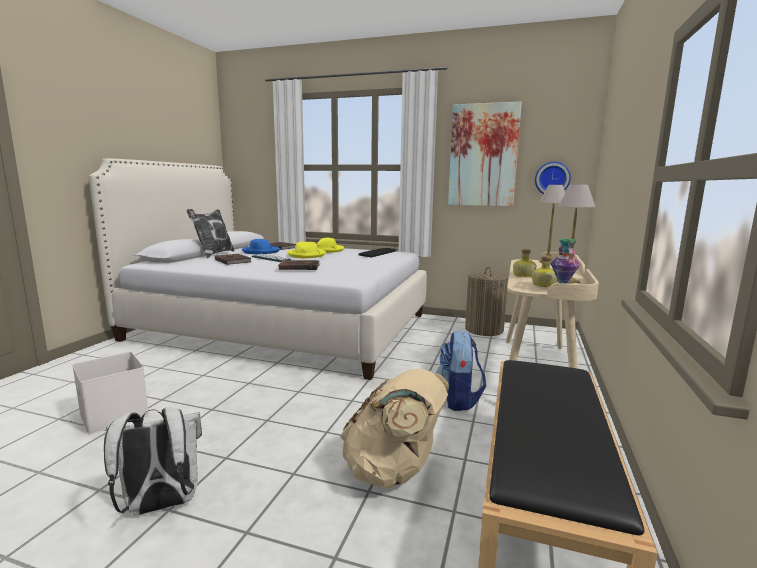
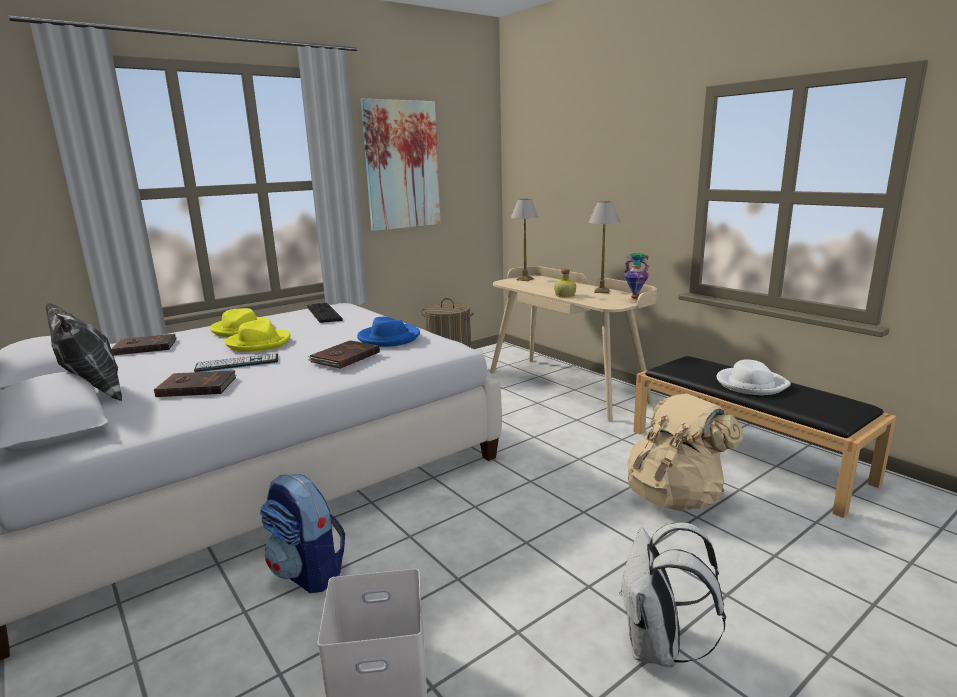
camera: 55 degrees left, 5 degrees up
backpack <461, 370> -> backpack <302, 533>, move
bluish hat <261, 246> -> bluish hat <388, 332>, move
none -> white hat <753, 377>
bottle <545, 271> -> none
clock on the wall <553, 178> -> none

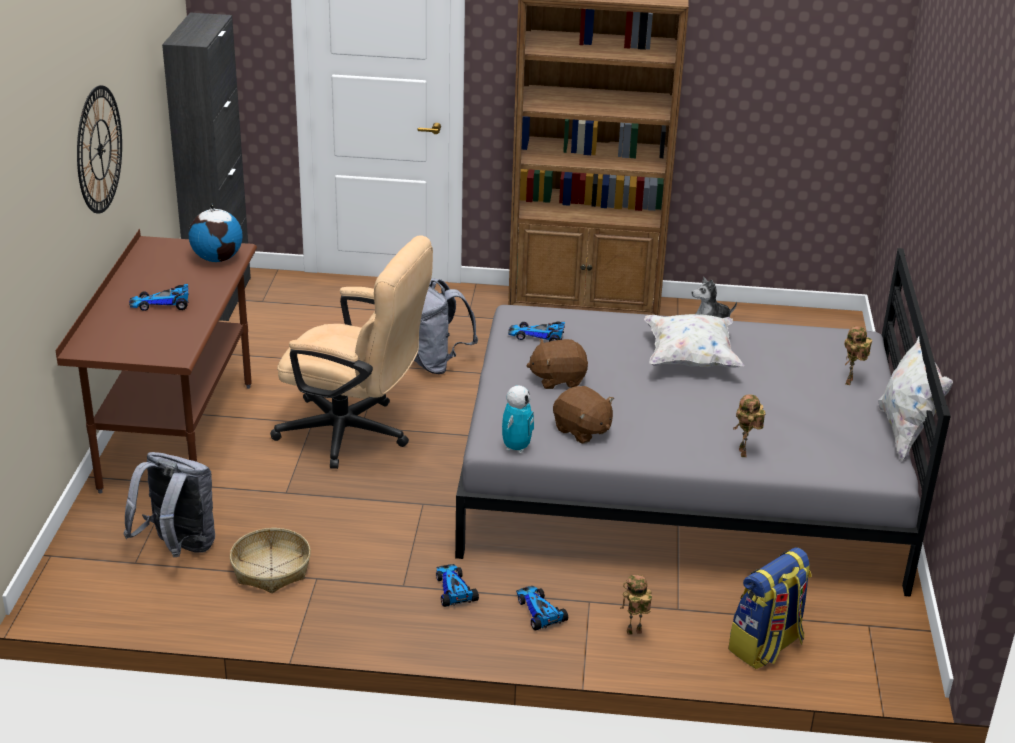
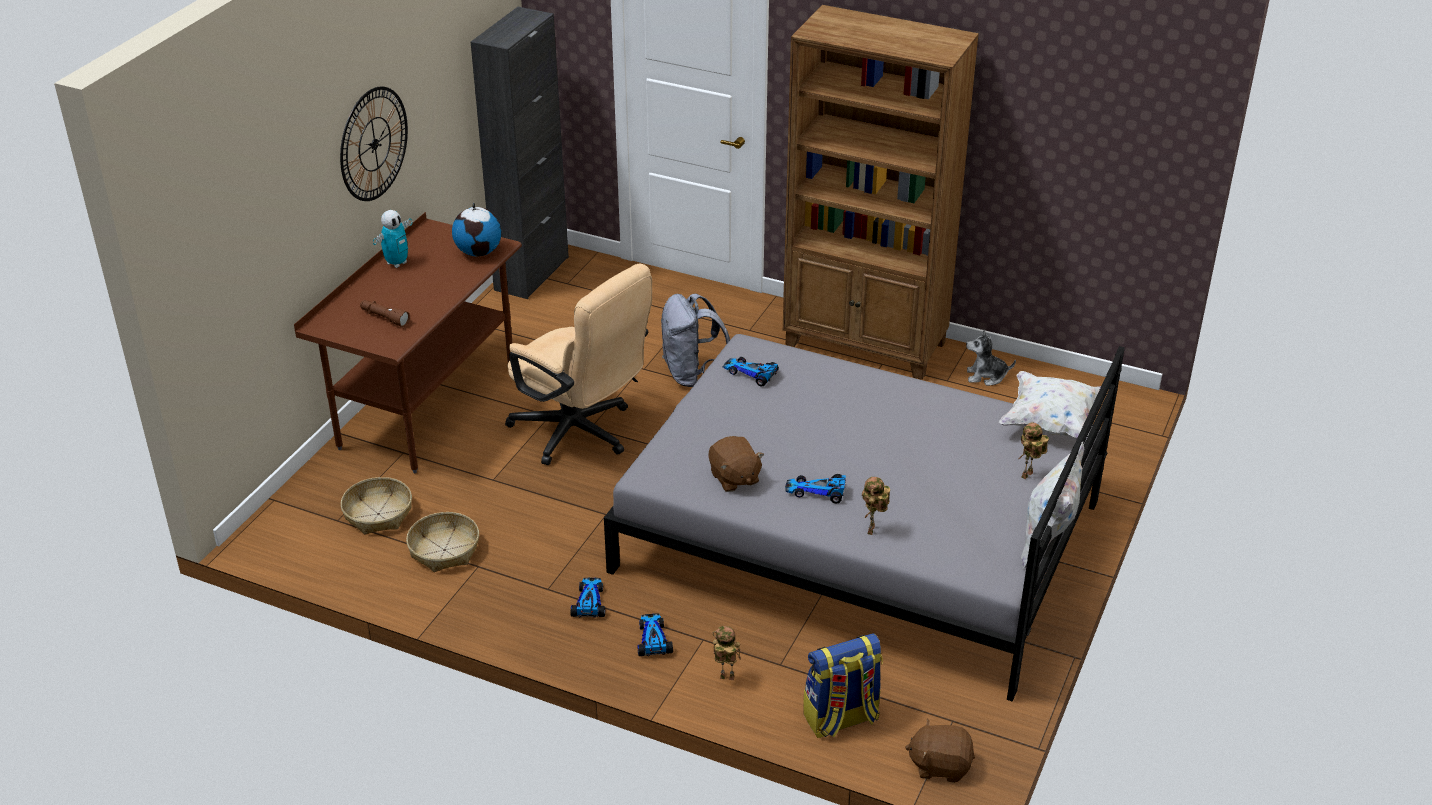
camera: 20 degrees right, 5 degrees up
greyish backpack <169, 504> -> basket <376, 506>
none -> brown torch <385, 313>
toy robot <518, 420> -> toy robot <392, 239>, move
model car <159, 297> -> model car <815, 488>, move
brown soft toy <557, 364> -> brown soft toy <940, 750>, move
white throw pillow <694, 341> -> white throw pillow <1050, 406>, move

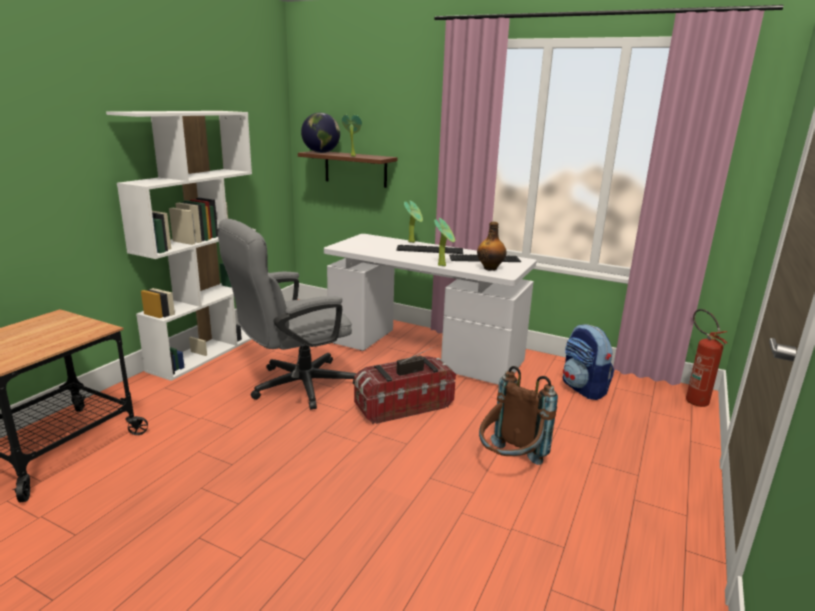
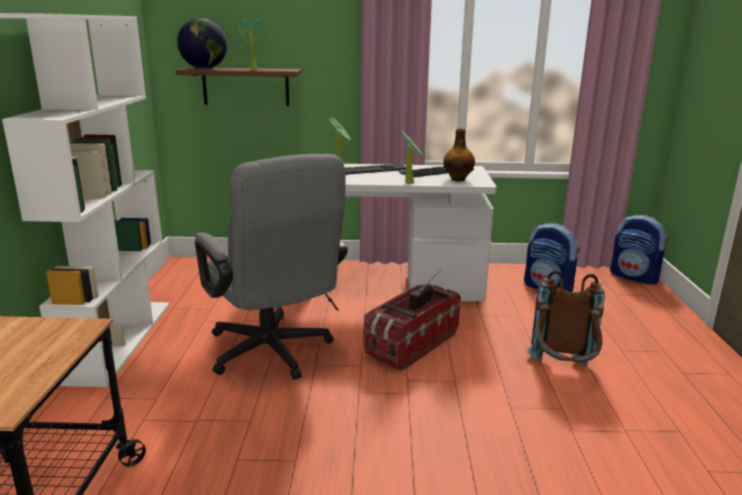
camera: 25 degrees left, 0 degrees up
greyish computer chair <287, 314> -> greyish computer chair <271, 267>, 60 degrees counterclockwise
extinguisher <706, 358> -> backpack <639, 250>

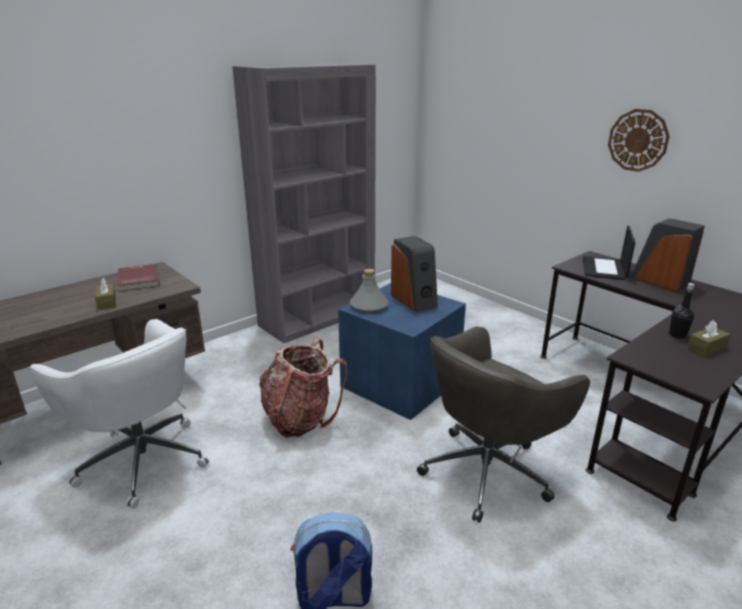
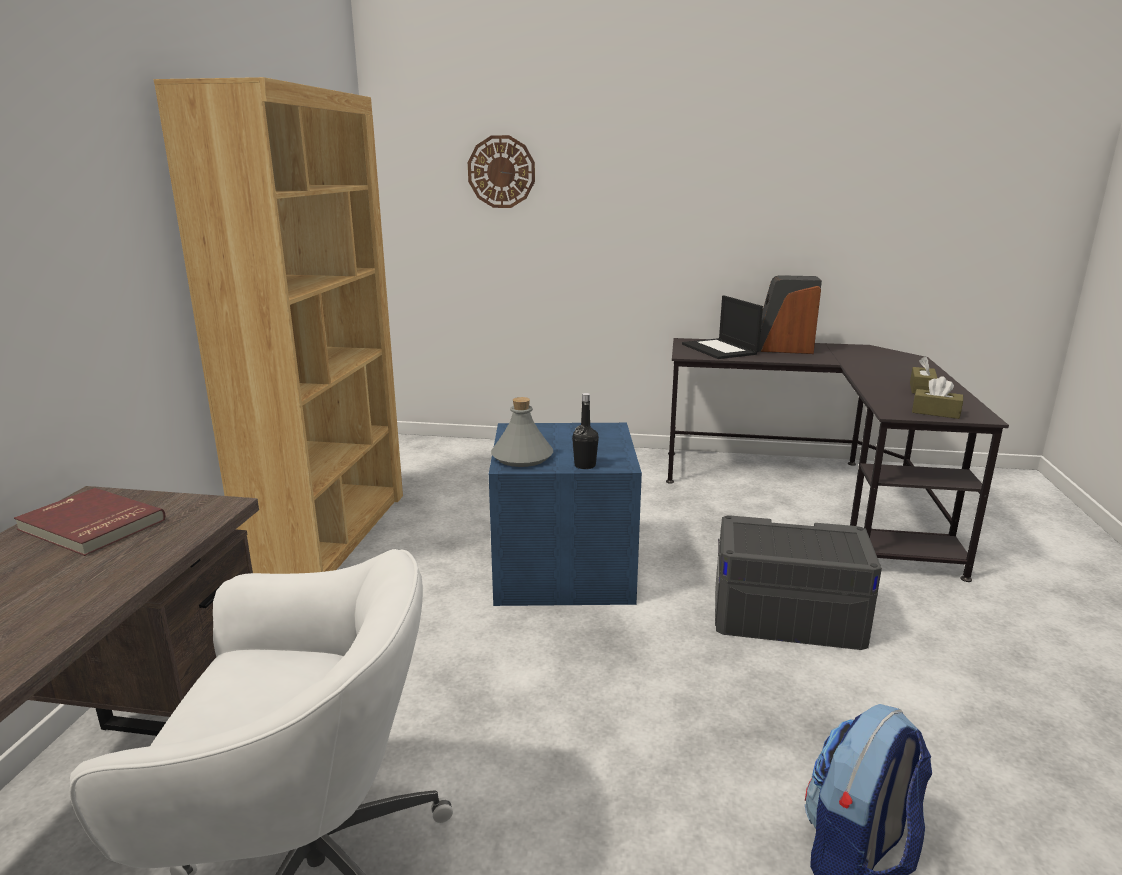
camera: 40 degrees left, 5 degrees down
greyish bookshelf <304, 203> -> brown bookshelf <278, 325>
clock on the wall <639, 140> -> clock on the wall <501, 171>, move
blackish bottle <682, 311> -> blackish bottle <585, 431>, move
greyish computer chair <503, 424> -> greyish storage container <798, 582>
brown tissue holder <105, 293> -> brown tissue holder <937, 397>, move
backpack <303, 388> -> none
audio speaker <414, 274> -> none

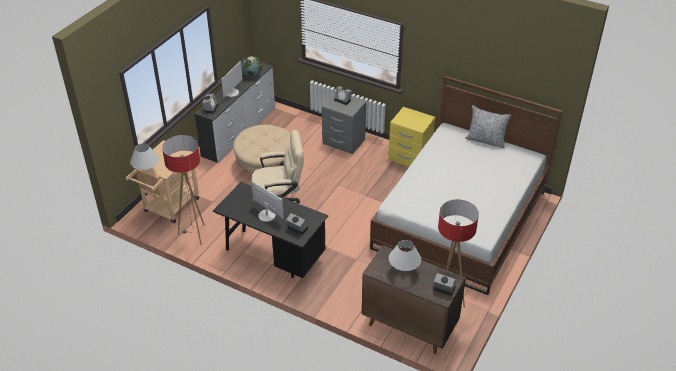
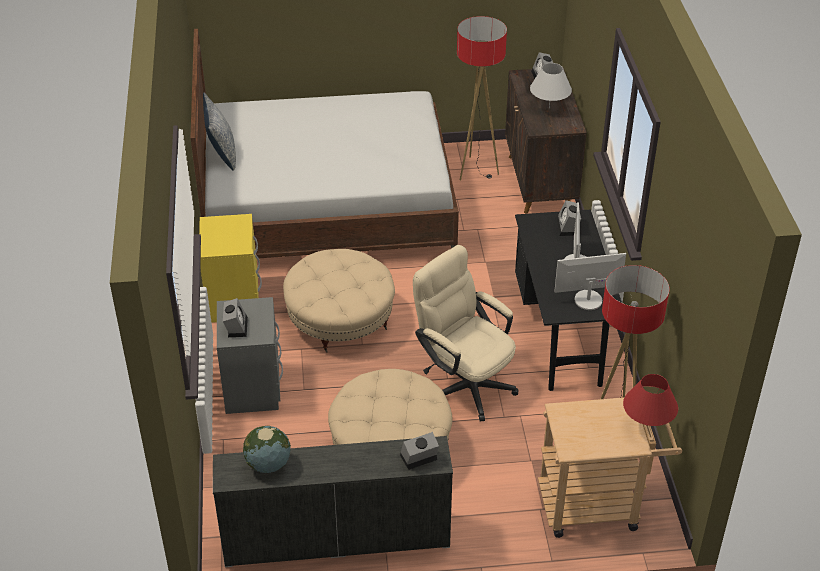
camera: 125 degrees left, 0 degrees up
none -> beige footrest <339, 301>
computer screen <232, 79> -> computer screen <590, 281>, move
white table lamp <144, 156> -> reddish table lamp <650, 400>

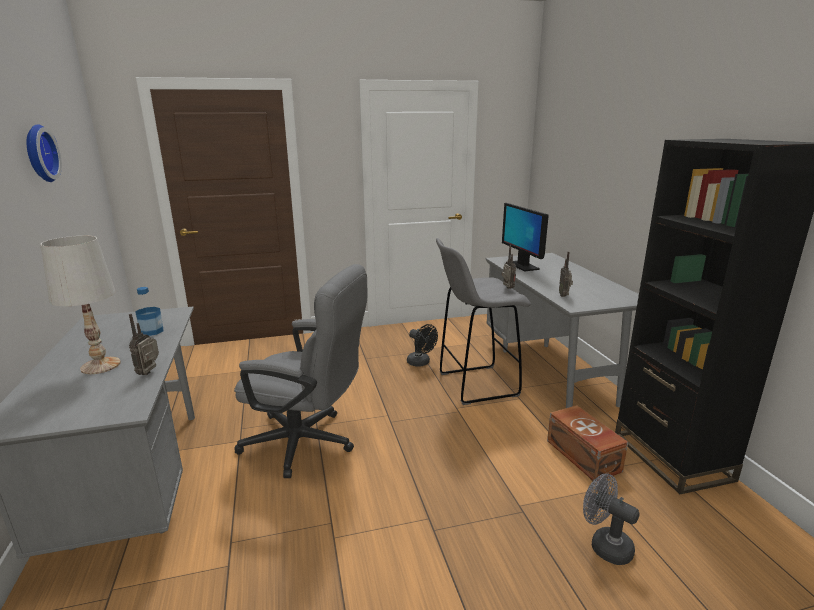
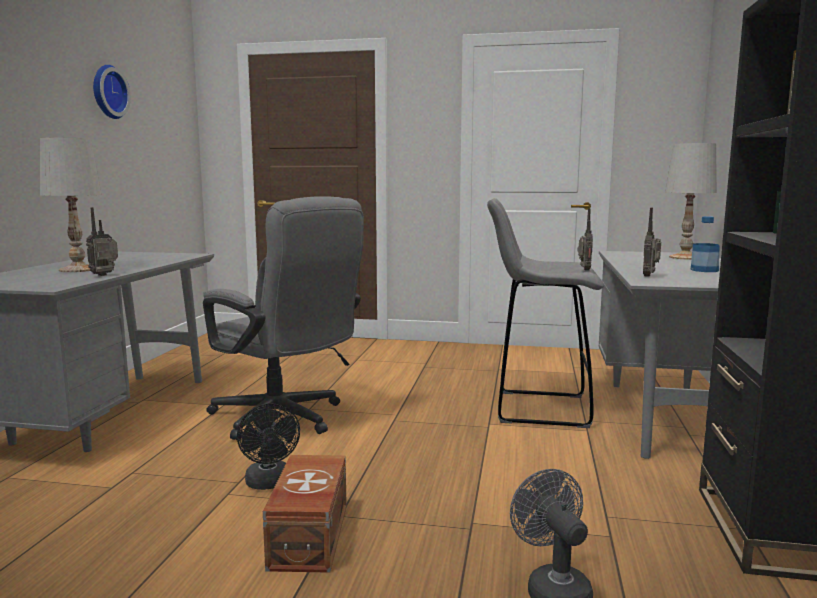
camera: 25 degrees right, 10 degrees down
blackish fan <422, 345> -> blackish fan <268, 446>, move
brown storage container <587, 443> -> brown storage container <305, 514>, move
none -> white table lamp <691, 201>
bottle <149, 311> -> bottle <705, 244>, move
computer screen <525, 237> -> none

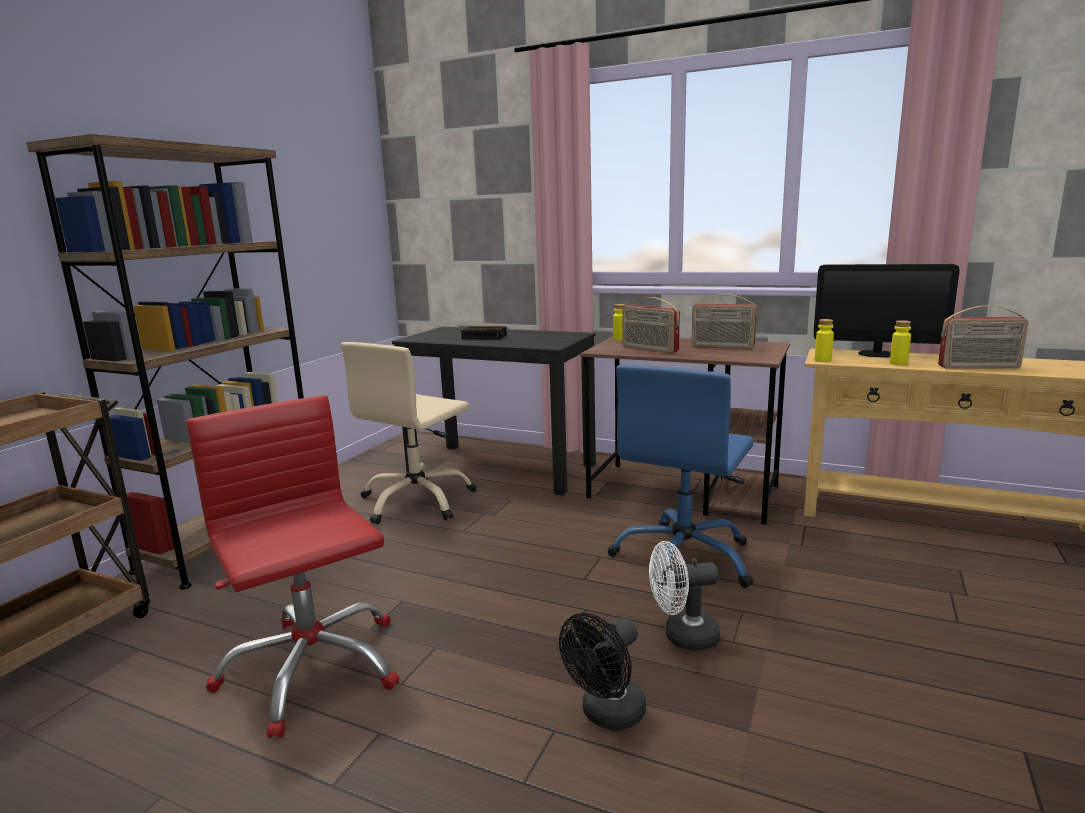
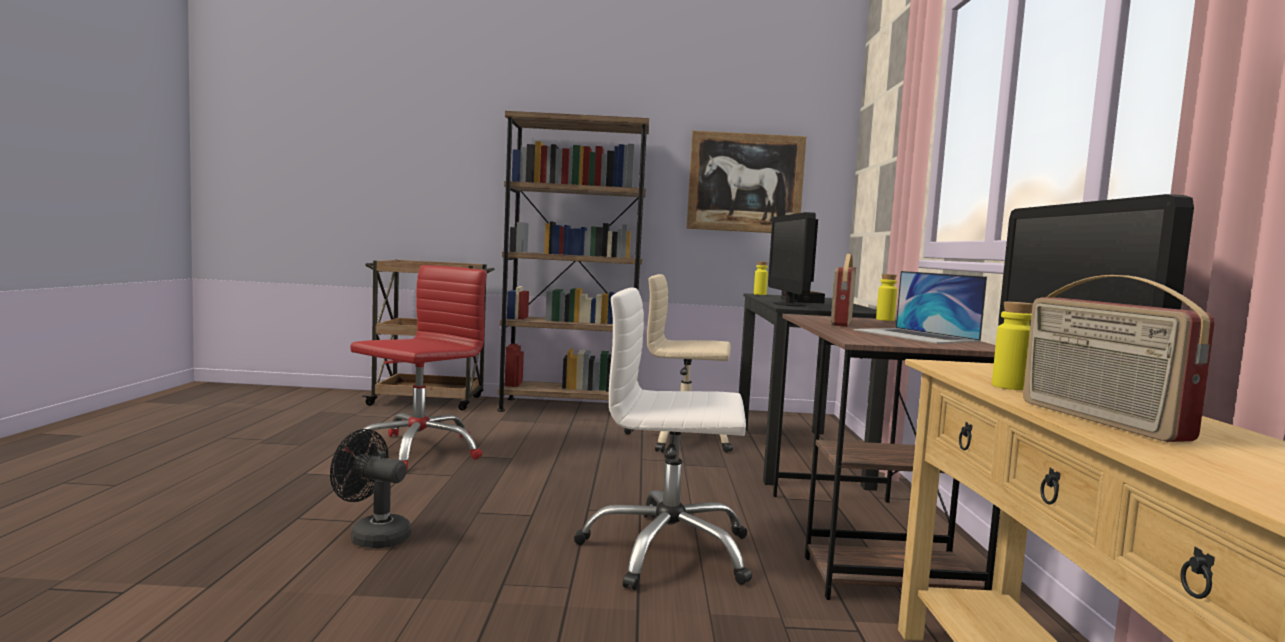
camera: 65 degrees right, 10 degrees down
bluish computer chair <680, 480> -> white computer chair <663, 439>
none -> wall art <746, 181>
yellow bottle <824, 340> -> yellow bottle <761, 278>, move
none -> computer screen <793, 259>
radio receiver <724, 321> -> laptop <920, 307>
white fan <684, 596> -> none

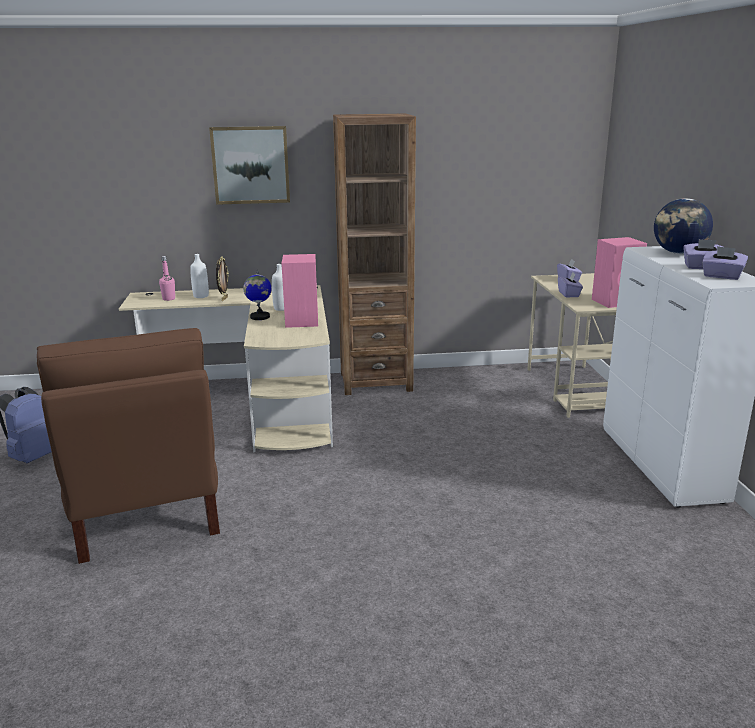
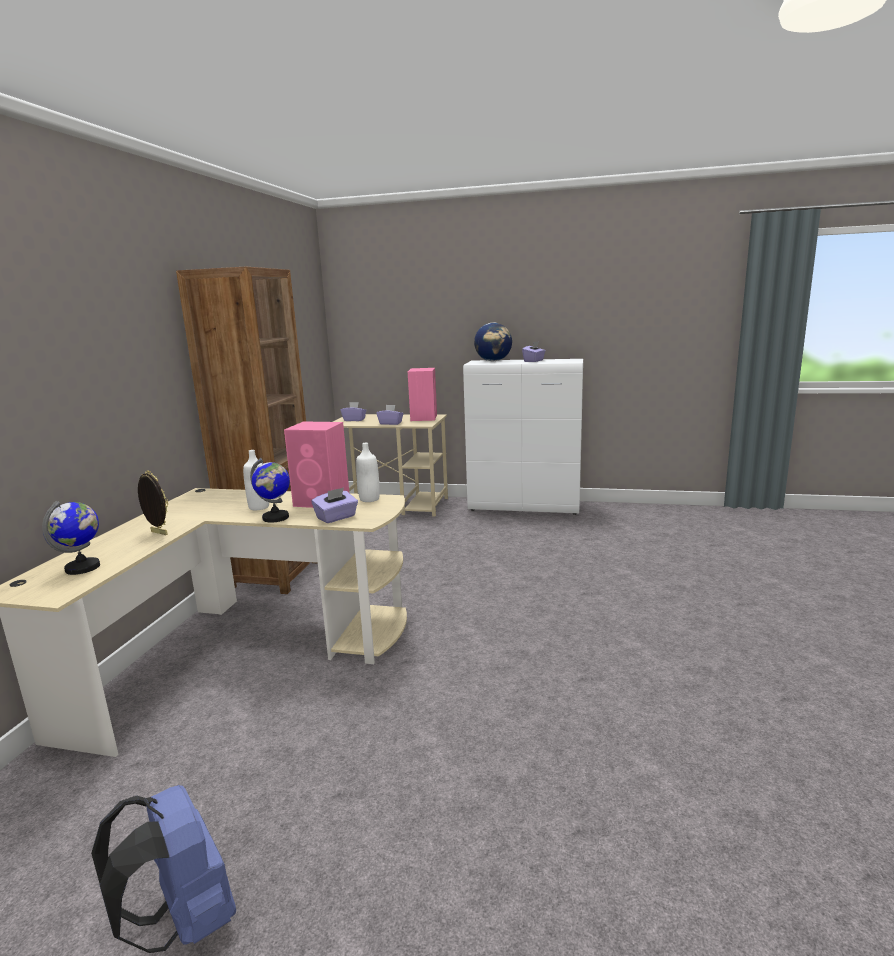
camera: 70 degrees left, 5 degrees down
pinkish bottle <167, 278> -> desk globe <71, 538>
purplish tissue holder <725, 263> -> purplish tissue holder <334, 505>, move
white bottle <199, 276> -> white bottle <368, 472>, move
brown plain chair <128, 446> -> none
wall art <249, 165> -> none

